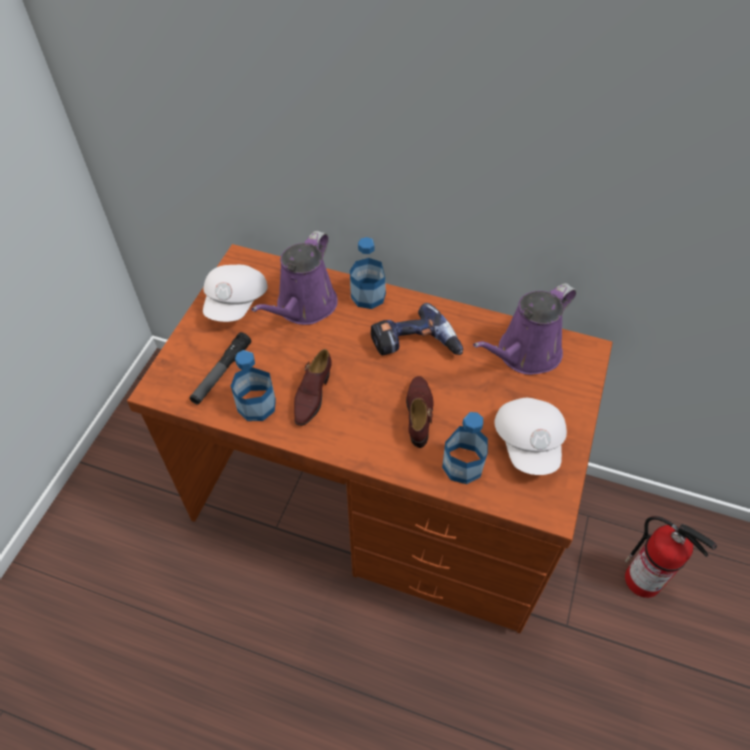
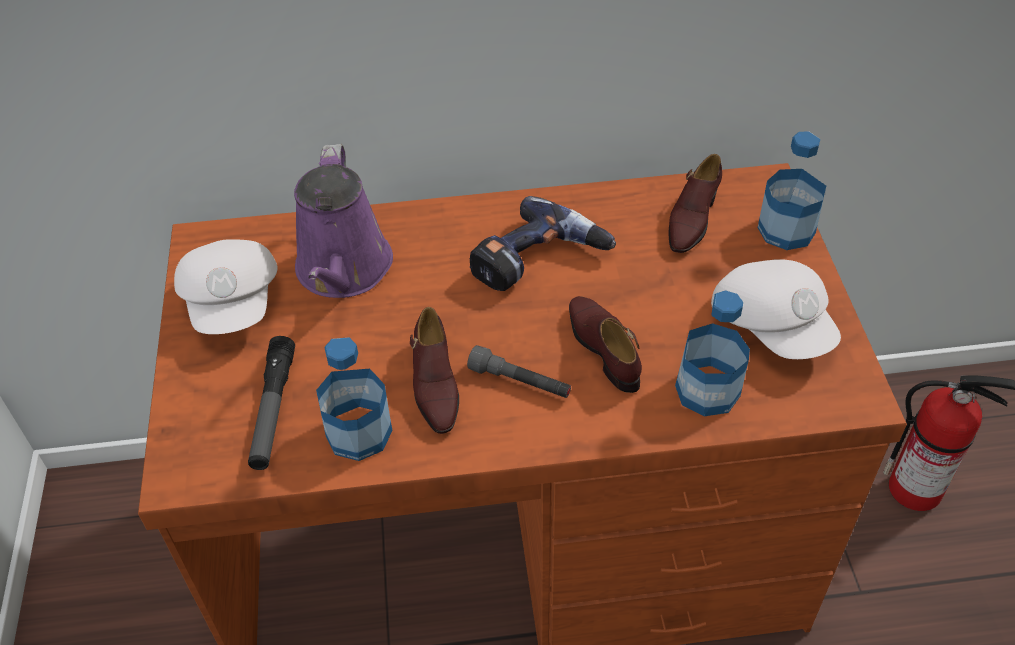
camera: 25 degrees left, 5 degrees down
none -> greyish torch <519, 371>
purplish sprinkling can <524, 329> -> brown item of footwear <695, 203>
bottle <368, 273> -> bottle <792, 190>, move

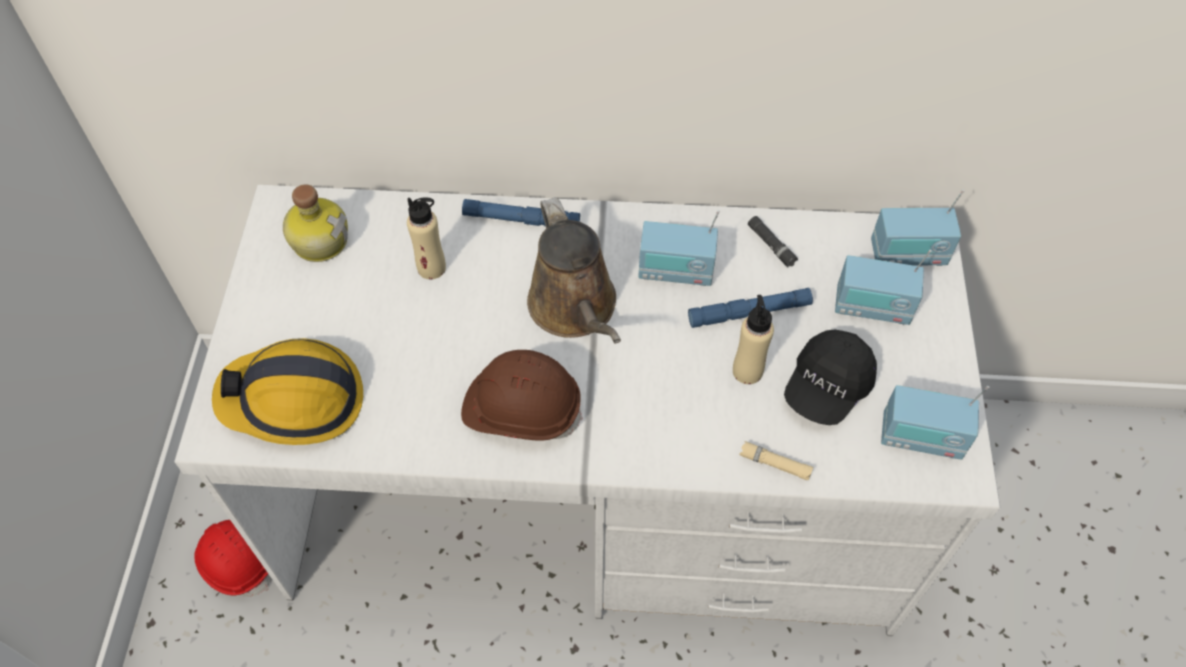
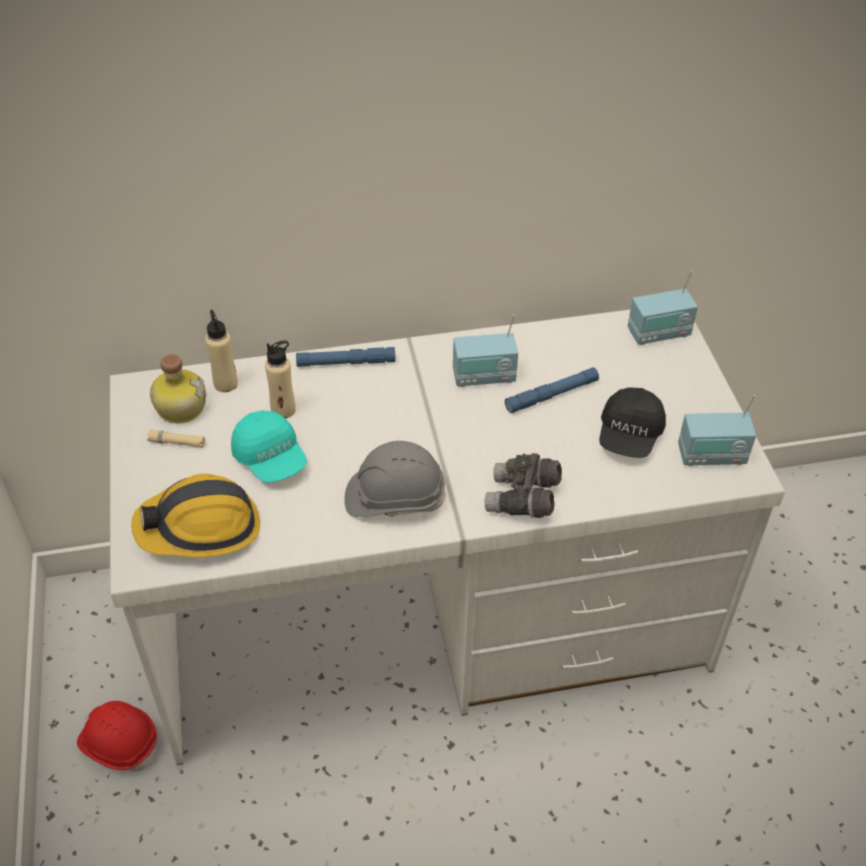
camera: 15 degrees left, 10 degrees down
beige torch <776, 461> -> beige torch <176, 439>, move
beige bottle <753, 339> -> beige bottle <221, 351>, move
none -> turquoise peaked cap <269, 446>
brown safety helmet <522, 395> -> greyish safety helmet <395, 479>
none -> greyish pair of binoculars <523, 485>
brown sprinkling can <574, 270> -> none
blackish torch <773, 242> -> none
radio receiver <883, 287> -> none

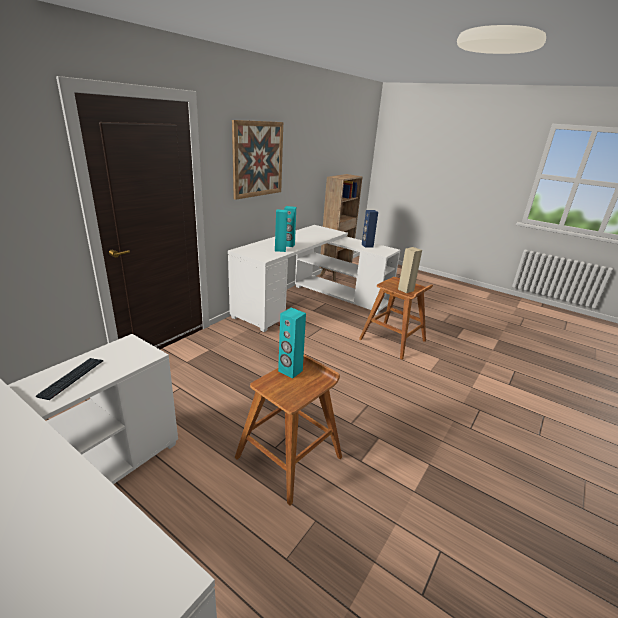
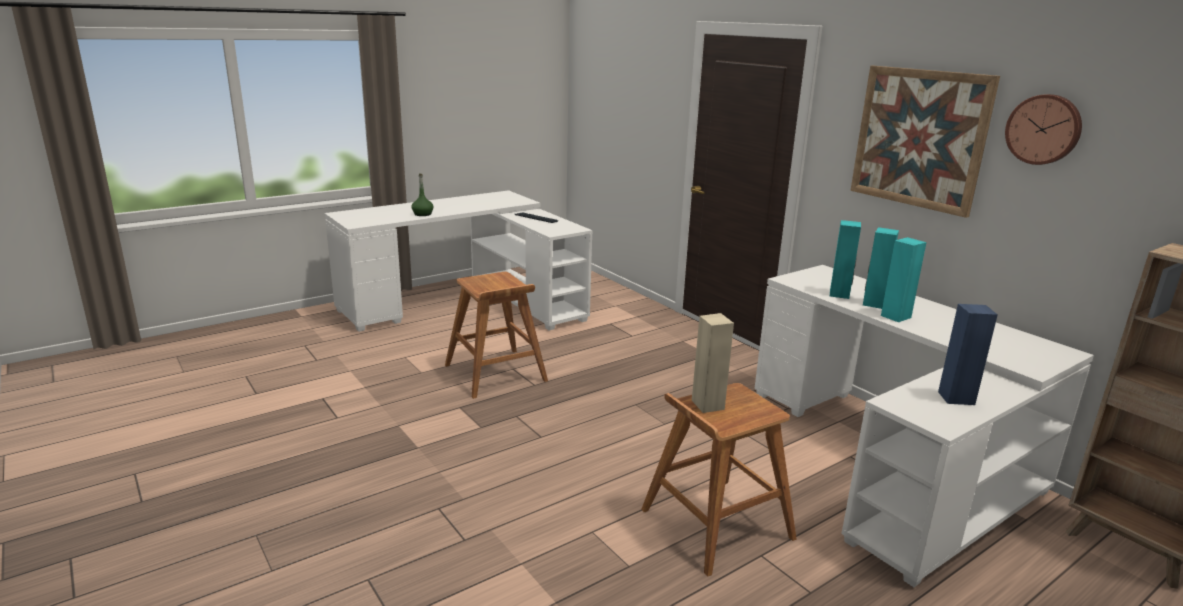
camera: 110 degrees right, 5 degrees down
none -> green-coloured bottle <422, 195>
turquoise audio speaker <292, 343> -> turquoise audio speaker <904, 279>, move
none -> clock on the wall <1043, 129>

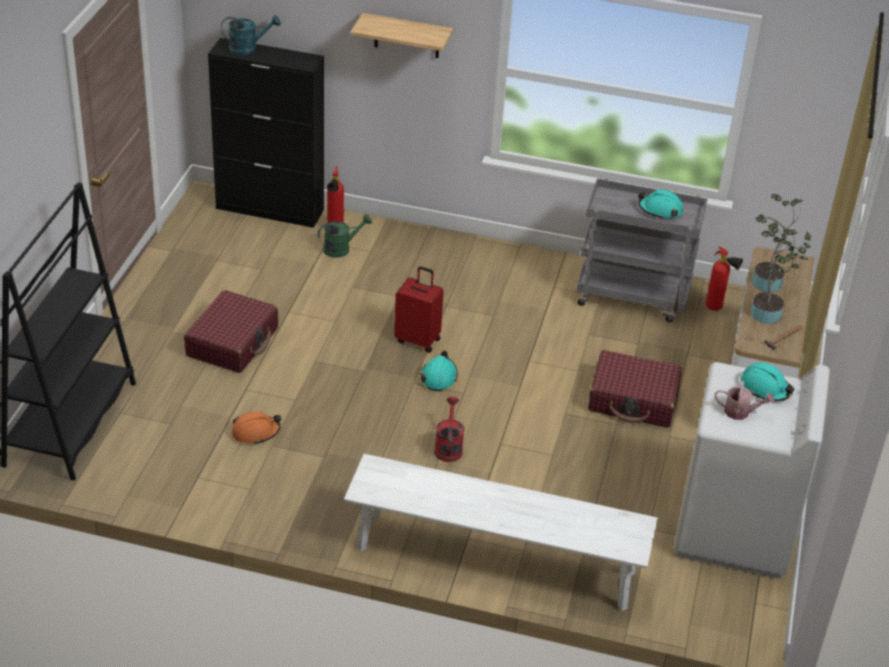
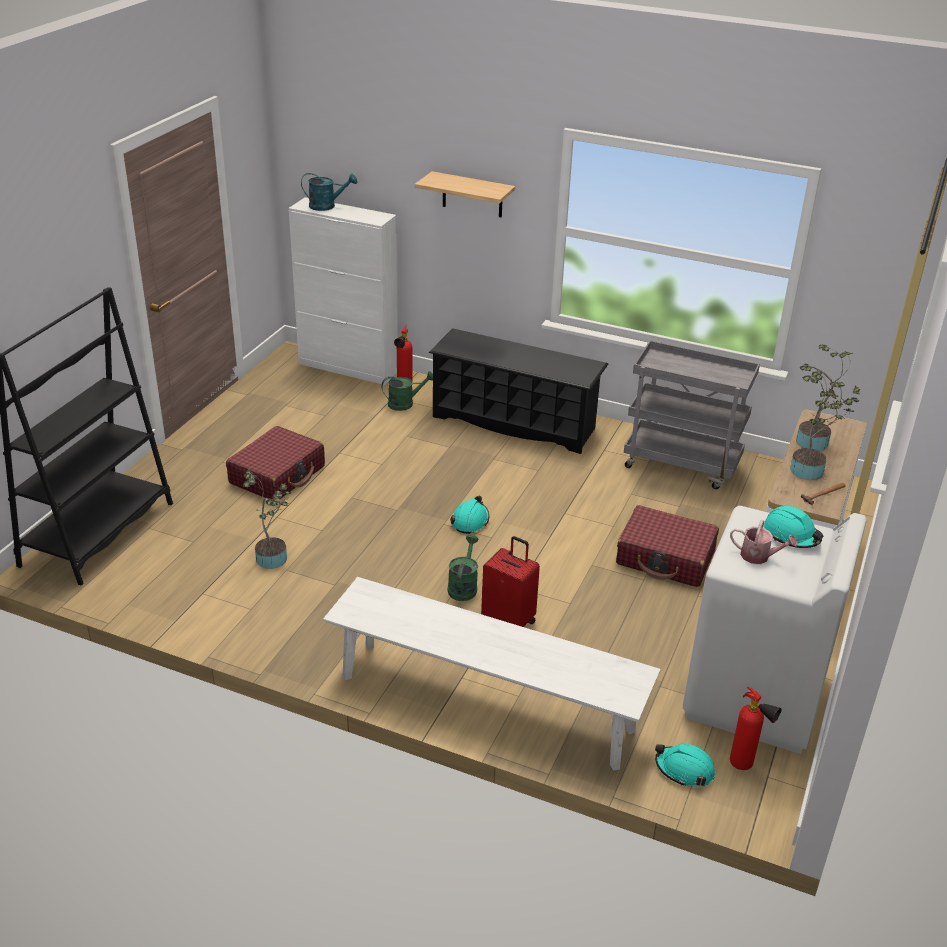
camera: 10 degrees right, 5 degrees down
orange safety helmet <256, 428> -> houseplant <267, 519>
blackish storage cabinet <266, 133> -> white storage cabinet <343, 291>
none -> blackish shoe rack <518, 391>
reddish sprinkling can <449, 429> -> green-coloured sprinkling can <463, 568>
reddish piece of luggage <419, 309> -> reddish piece of luggage <510, 581>, move
turquoise safety helmet <660, 204> -> turquoise safety helmet <685, 765>, move
extinguisher <724, 279> -> extinguisher <755, 728>, move

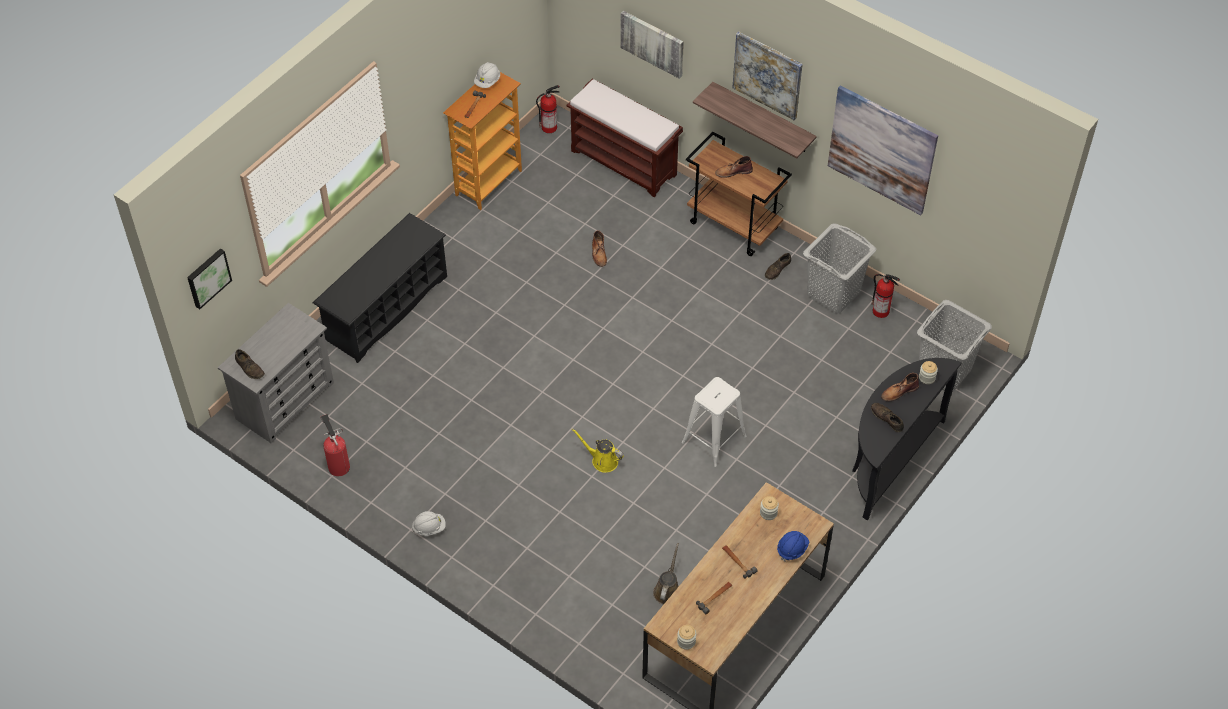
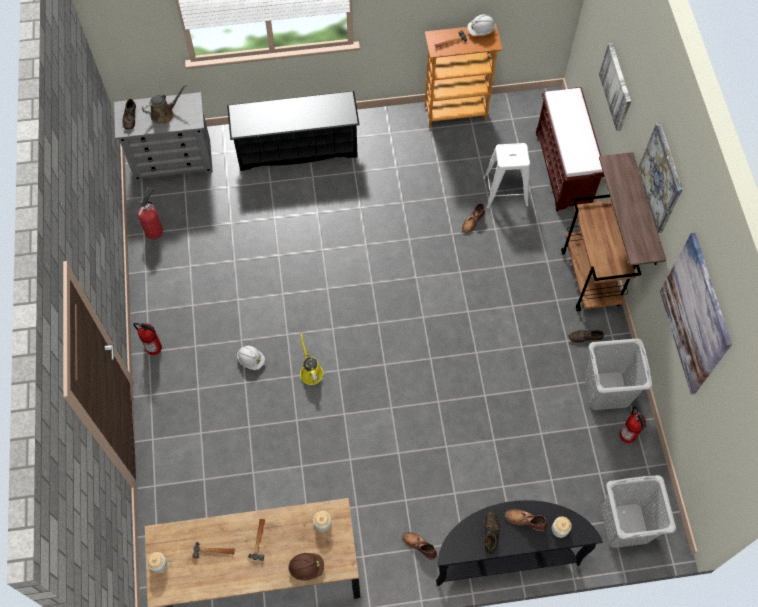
camera: 45 degrees right, 10 degrees up
extinguisher <548, 109> -> extinguisher <147, 339>, move
brown sprinkling can <666, 574> -> brown sprinkling can <164, 104>, move
white safety helmet <429, 523> -> white safety helmet <251, 358>, move
bluish safety helmet <793, 546> -> brown safety helmet <306, 567>
brown high-top boot <734, 167> -> brown high-top boot <419, 546>, move
white stool seat <714, 422> -> white stool seat <506, 175>, move
wall art <209, 278> -> none

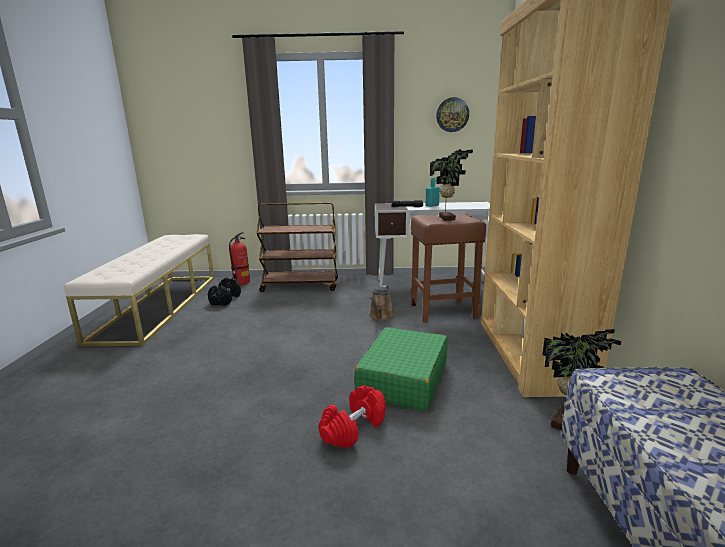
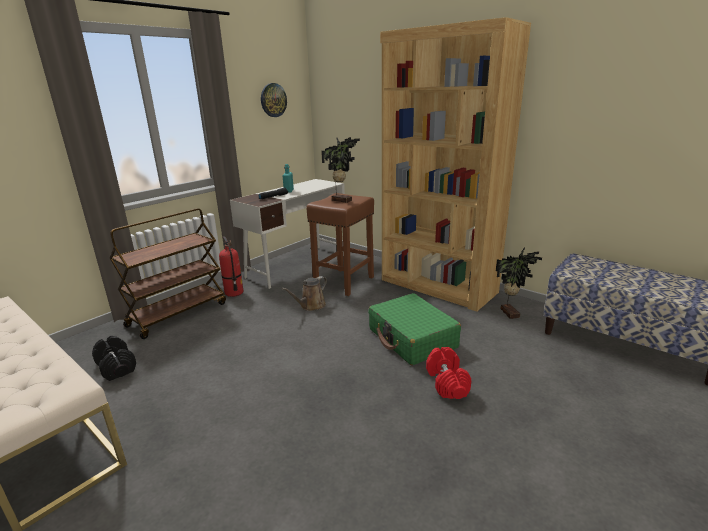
camera: 50 degrees left, 5 degrees up
extinguisher <239, 258> -> extinguisher <231, 266>, move
brown sprinkling can <382, 303> -> brown sprinkling can <304, 293>, 75 degrees clockwise

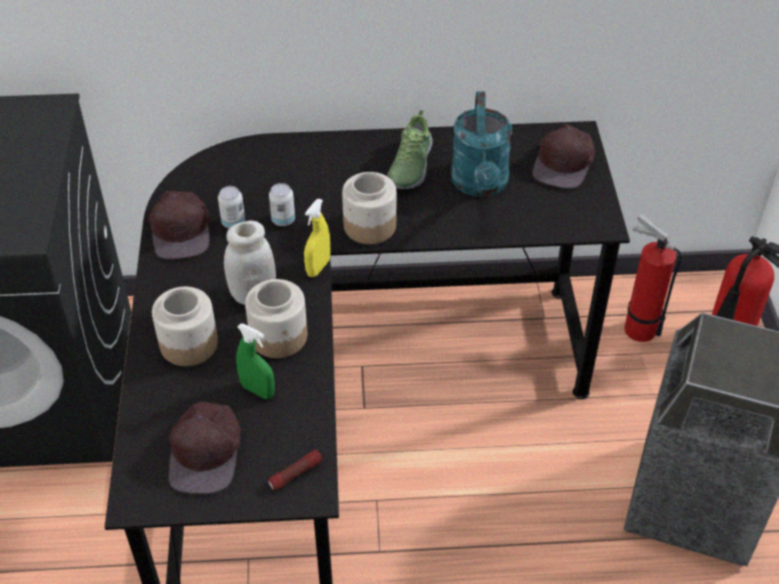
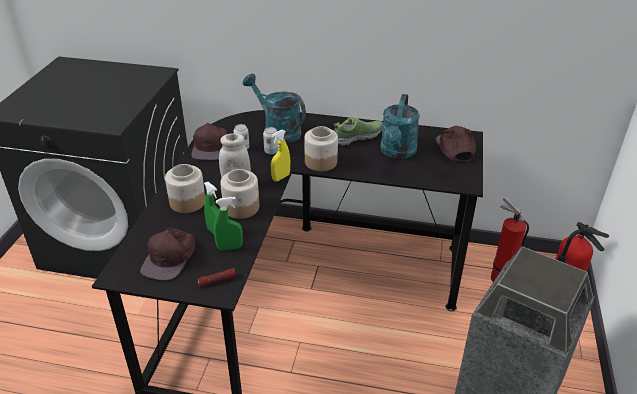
camera: 15 degrees right, 10 degrees down
none -> green-coloured hand sprayer <228, 224>
none -> turquoise sprinkling can <274, 108>
item of footwear <410, 149> -> item of footwear <358, 131>, 150 degrees counterclockwise
brown peaked cap <563, 156> -> brown peaked cap <456, 145>, 135 degrees clockwise

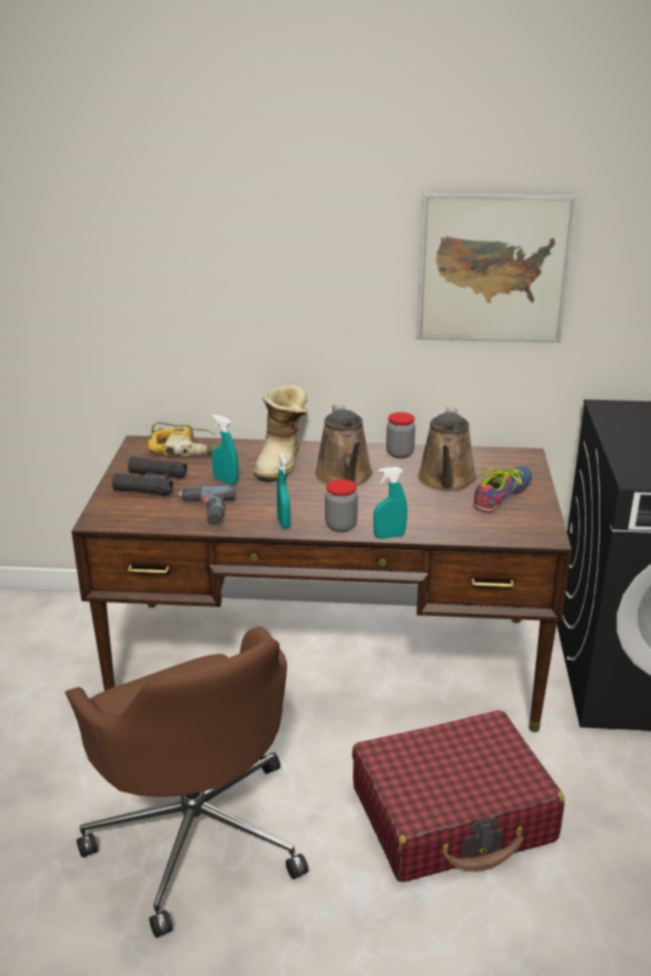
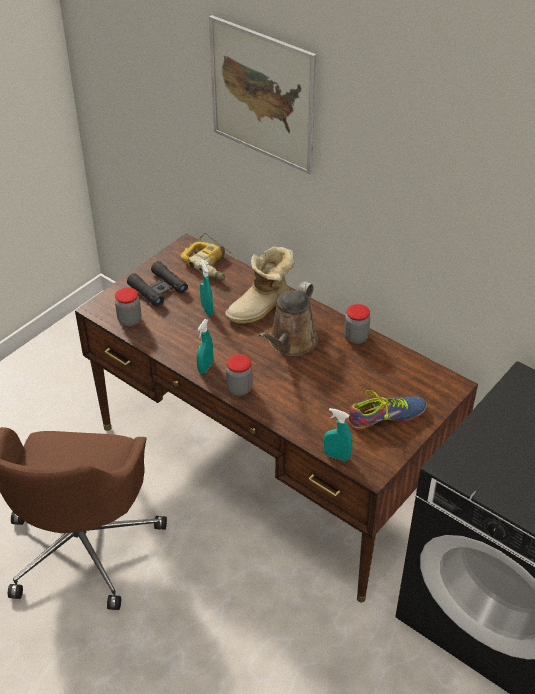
camera: 35 degrees right, 15 degrees up
none -> jar <128, 307>
wall art <497, 268> -> wall art <262, 94>, move
turquoise hand sprayer <390, 503> -> turquoise hand sprayer <338, 434>, move
electric drill <207, 505> -> none
reddish piece of luggage <458, 796> -> none
brown sprinkling can <447, 449> -> none

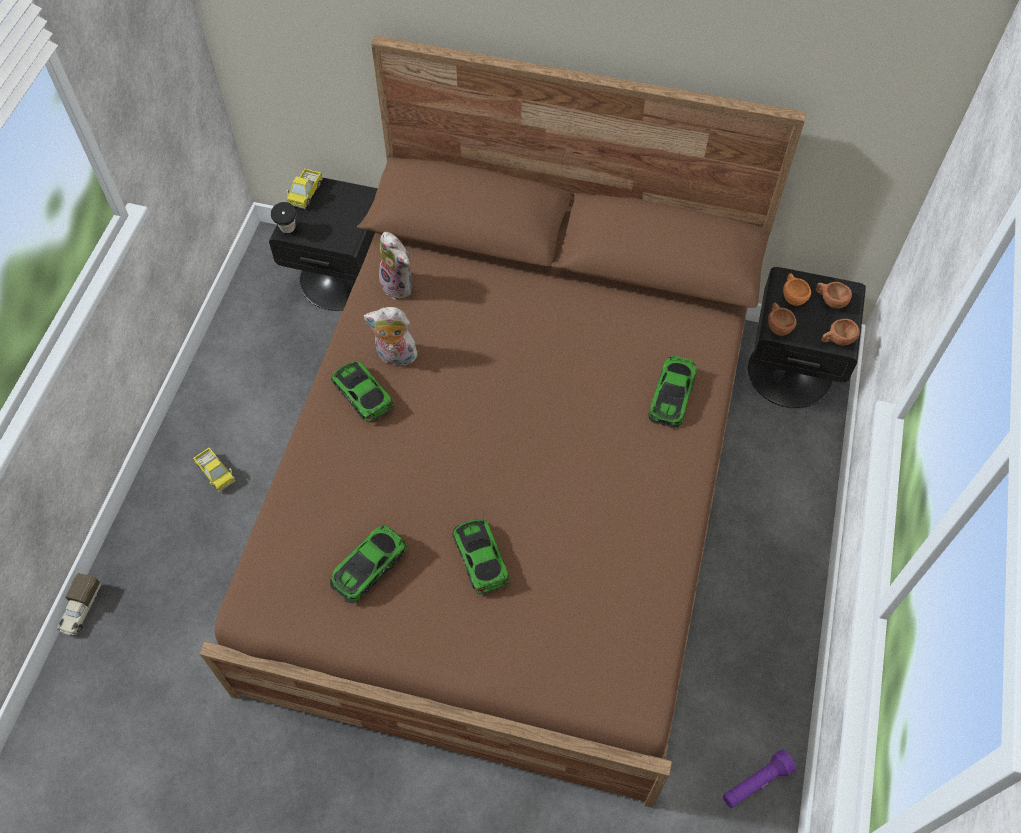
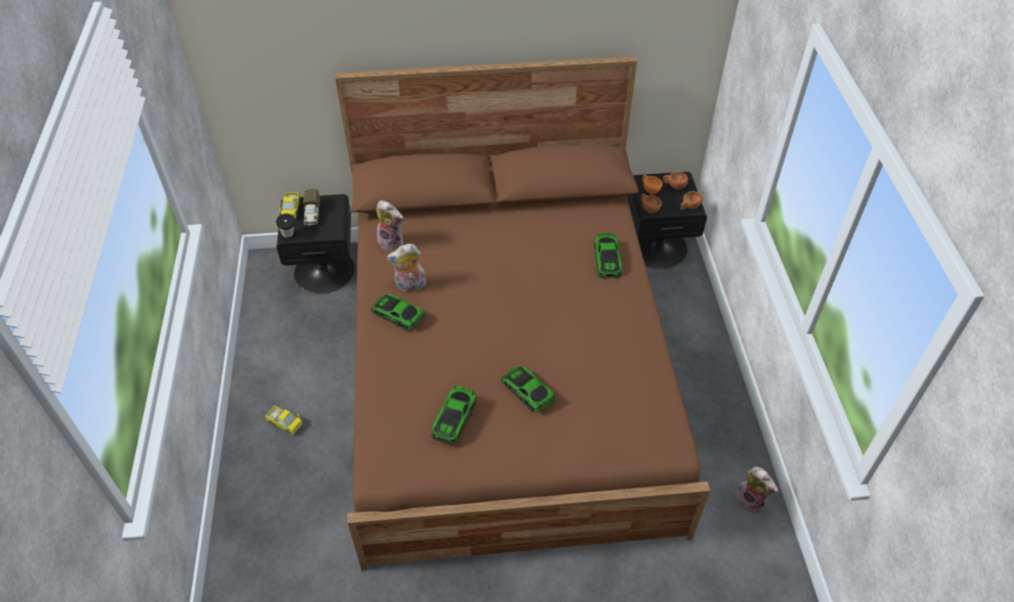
camera: 20 degrees left, 10 degrees down
model truck <79, 604> -> model truck <311, 207>, move
purplish torch <759, 778> -> soft toy <756, 490>

